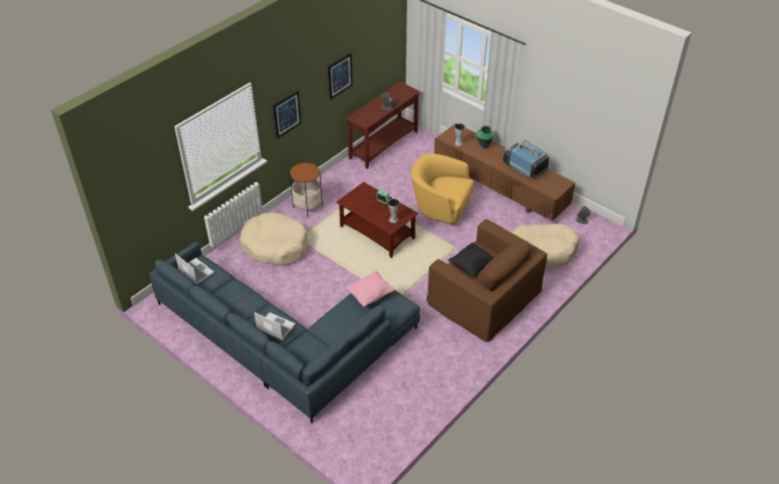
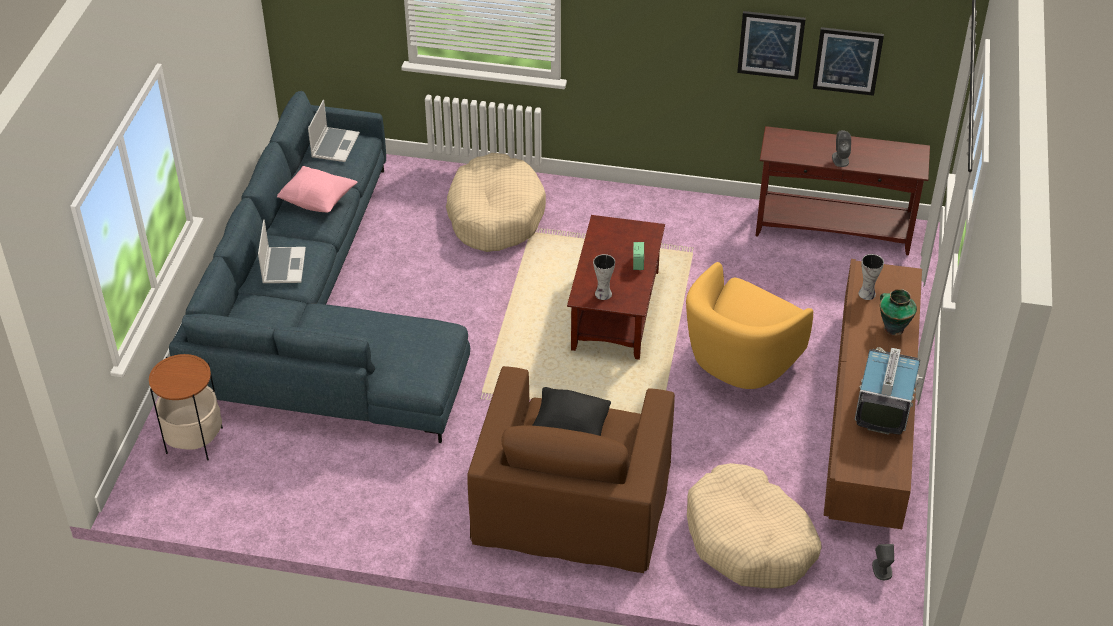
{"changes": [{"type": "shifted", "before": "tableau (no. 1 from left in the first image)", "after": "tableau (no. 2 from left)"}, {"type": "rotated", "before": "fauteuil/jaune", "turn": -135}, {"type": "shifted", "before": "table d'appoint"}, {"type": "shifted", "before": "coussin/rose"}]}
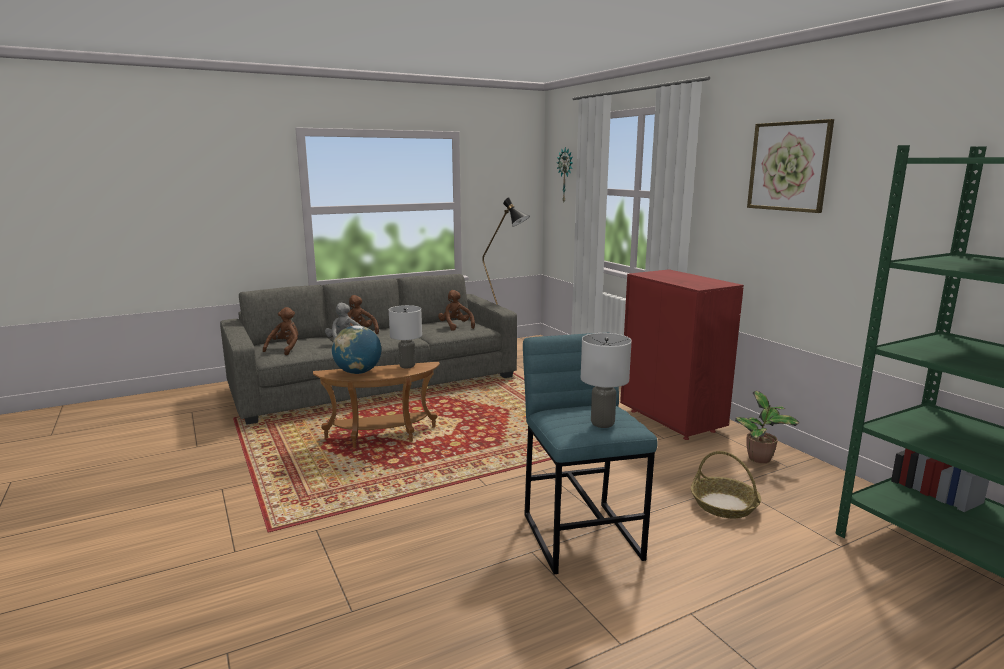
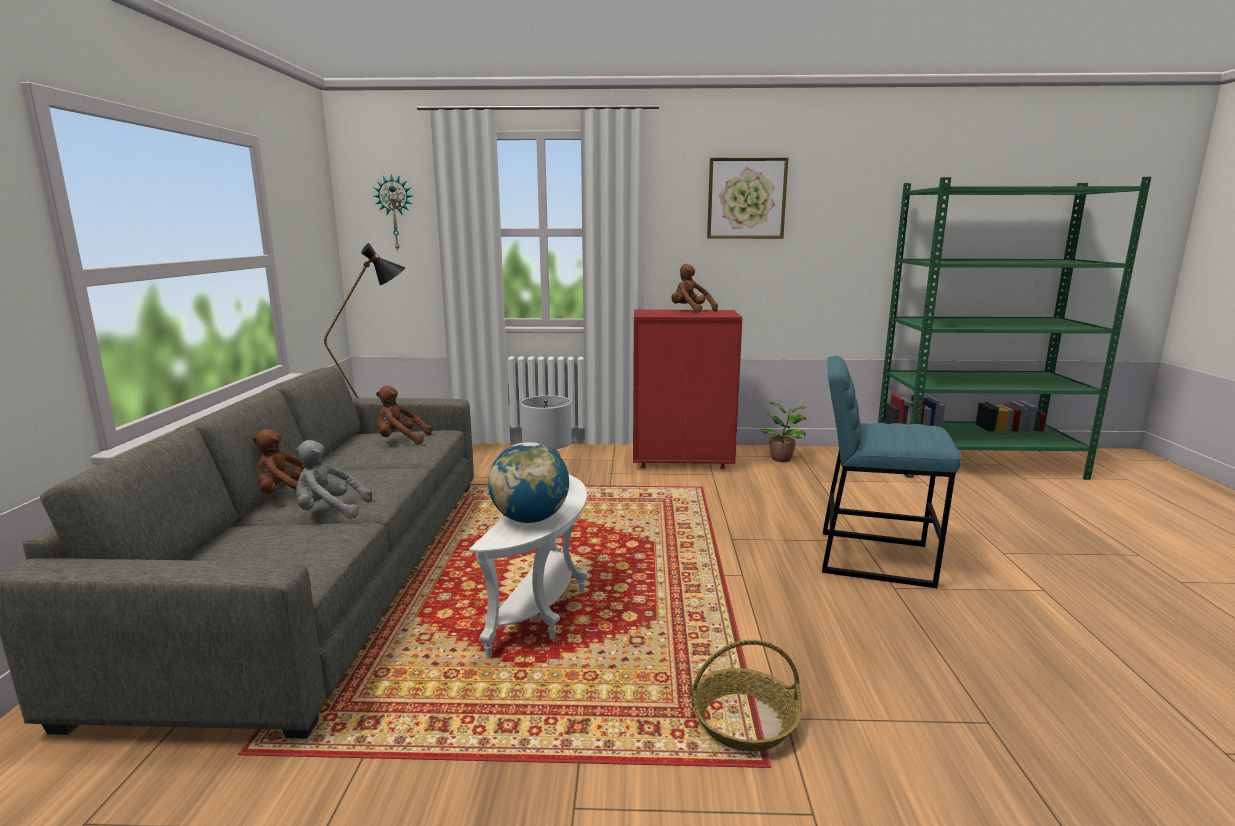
{"changes": [{"type": "shifted", "before": "peluche/marron (no. 1 from left in the first image)", "after": "peluche/marron (no. 3 from left)"}, {"type": "gone", "before": "lampe de table/blanc (no. 2 from left)"}, {"type": "repainted", "before": "table d'appoint/marron", "after": "table d'appoint/blanc"}, {"type": "shifted", "before": "panier"}]}
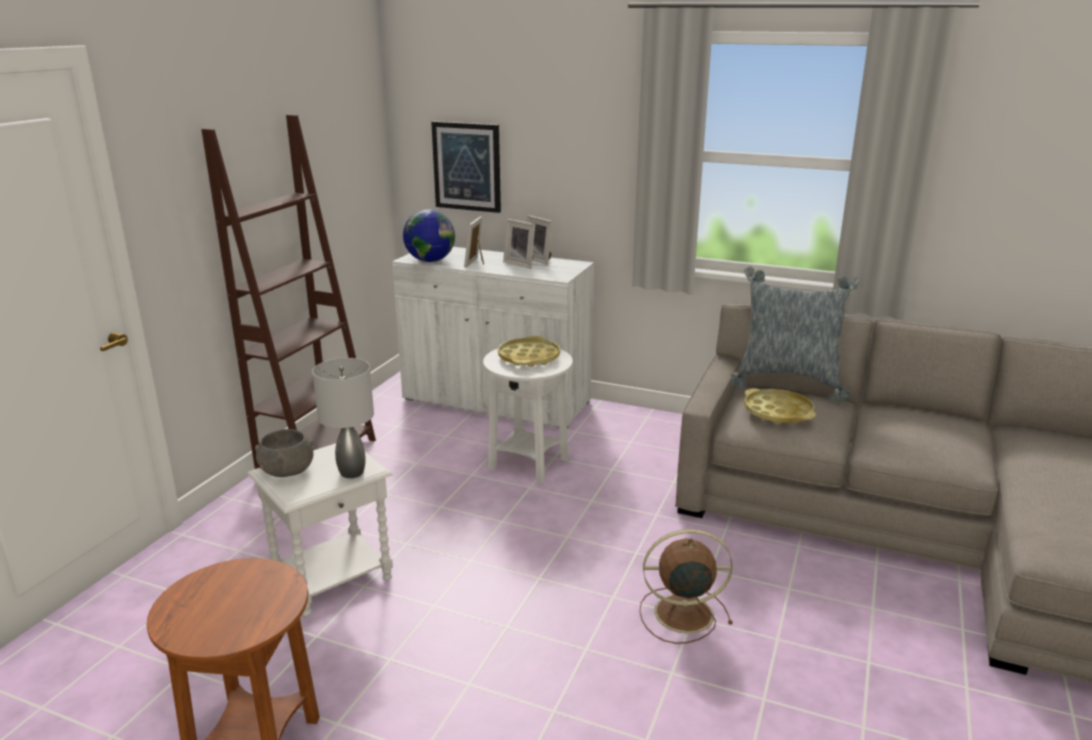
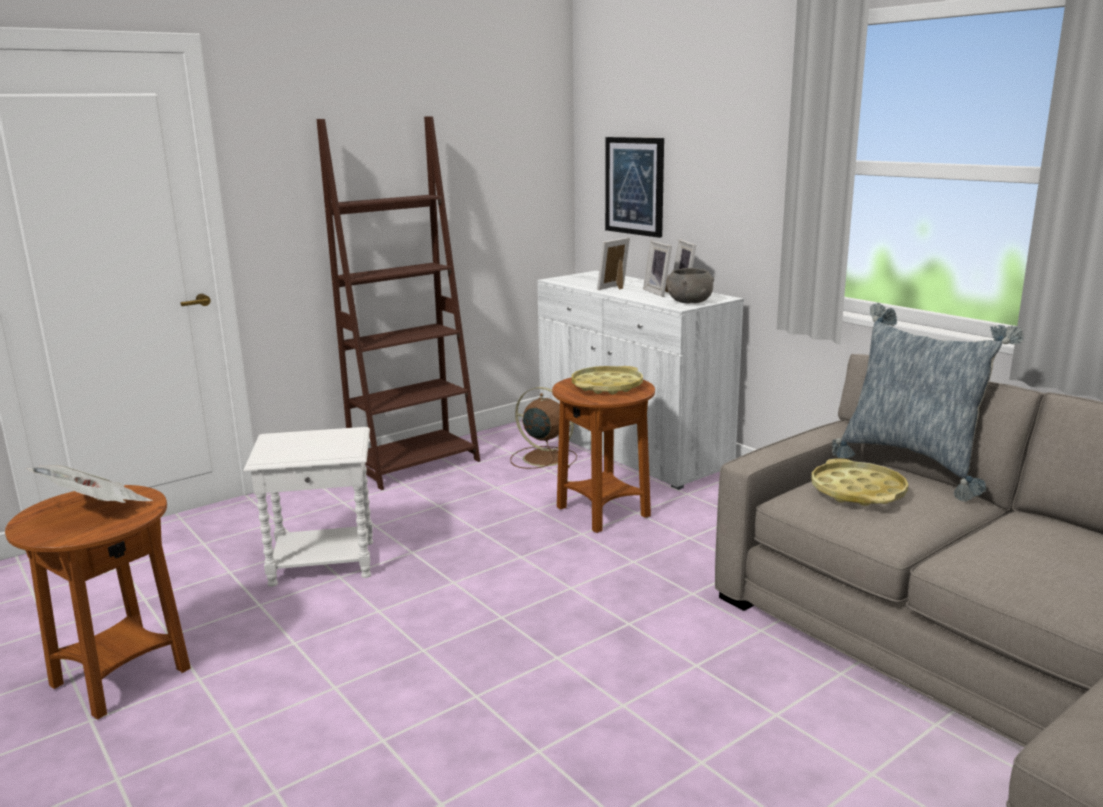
{"changes": [{"type": "gone", "before": "globe"}, {"type": "repainted", "before": "table d'appoint/blanc (no. 2 from left)", "after": "table d'appoint/marron (no. 2 from left)"}, {"type": "gone", "before": "lampe de table/gris"}, {"type": "shifted", "before": "bol/gris"}, {"type": "shifted", "before": "ventilateur/marron"}, {"type": "new", "after": "journal"}]}
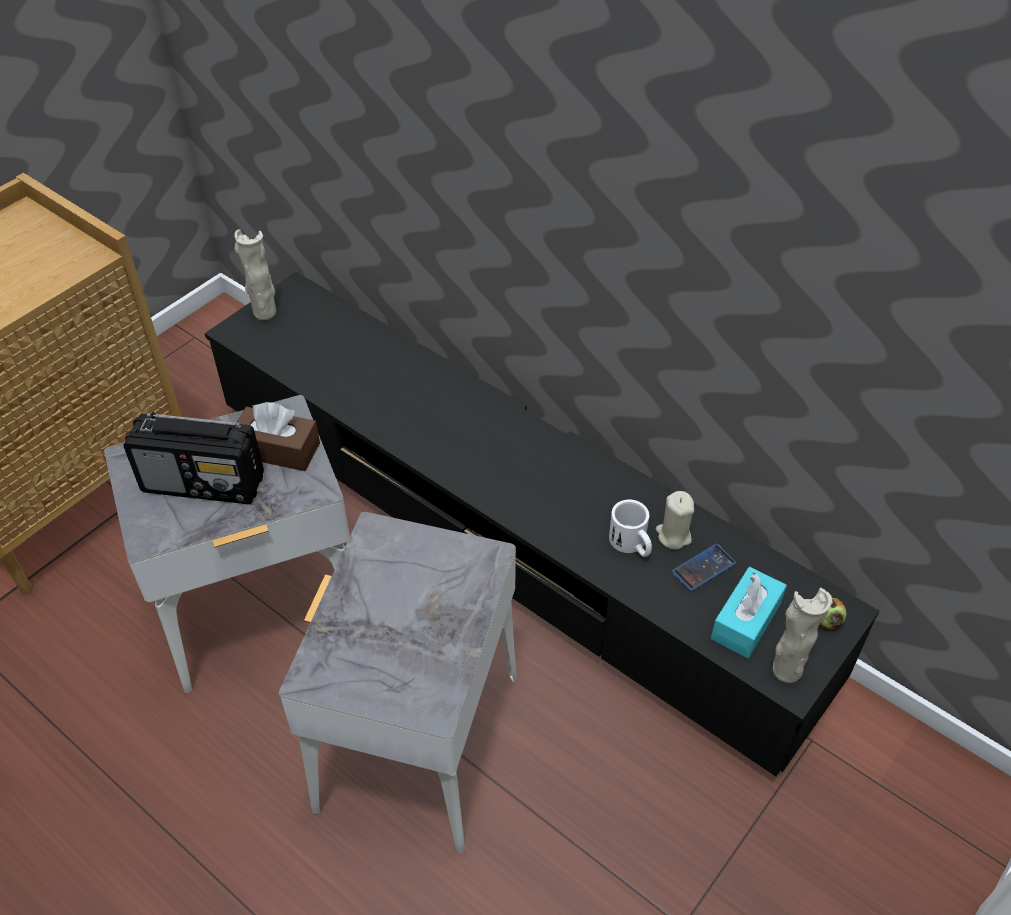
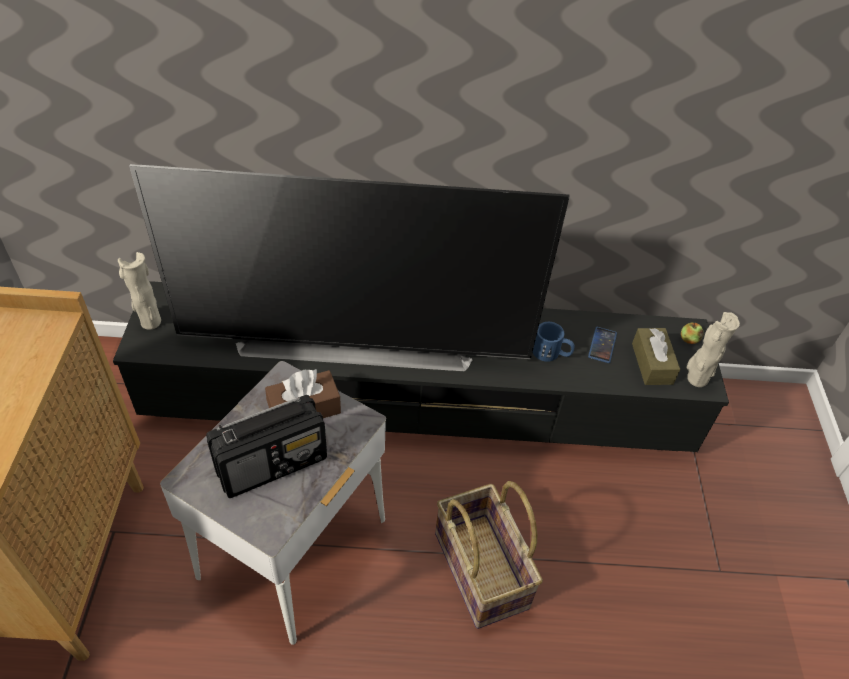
{"changes": [{"type": "gone", "before": "bougie/beige"}, {"type": "repainted", "before": "mug/blanc", "after": "mug/bleu"}, {"type": "swapped", "before": "table d'appoint (no. 2 from left)", "after": "panier"}, {"type": "repainted", "before": "boîte à mouchoirs/turquoise", "after": "boîte à mouchoirs/marron (no. 2 from left)"}, {"type": "new", "after": "téléviseur"}]}
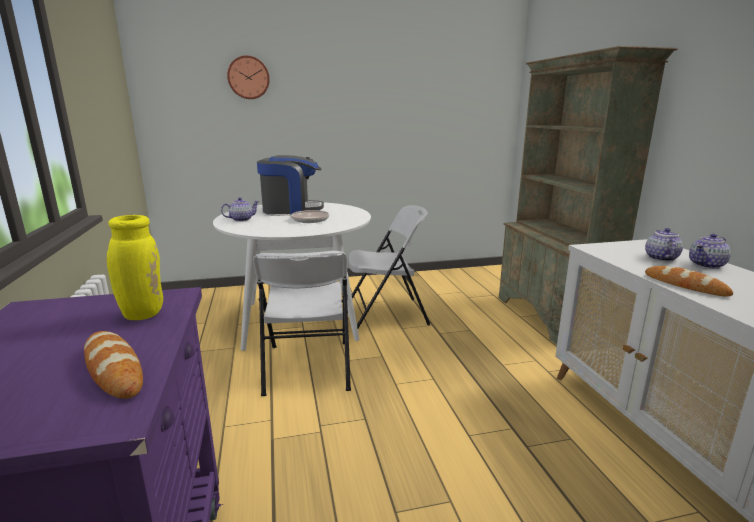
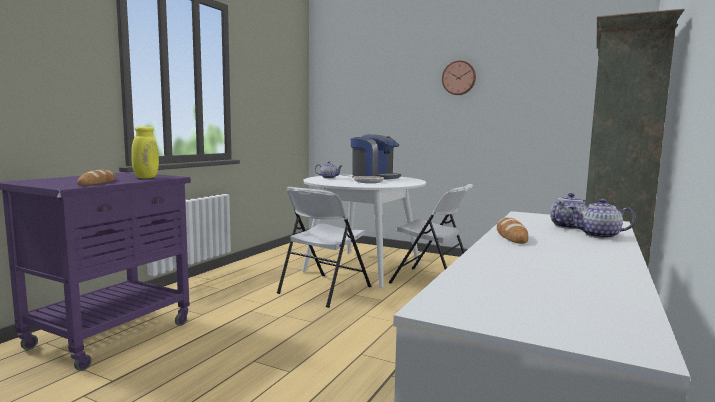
{"changes": [{"type": "shifted", "before": "horloge murale"}]}
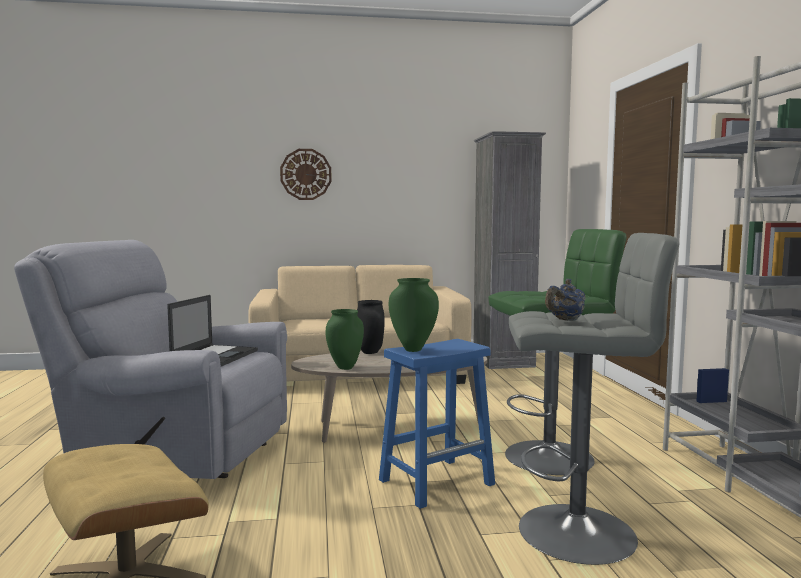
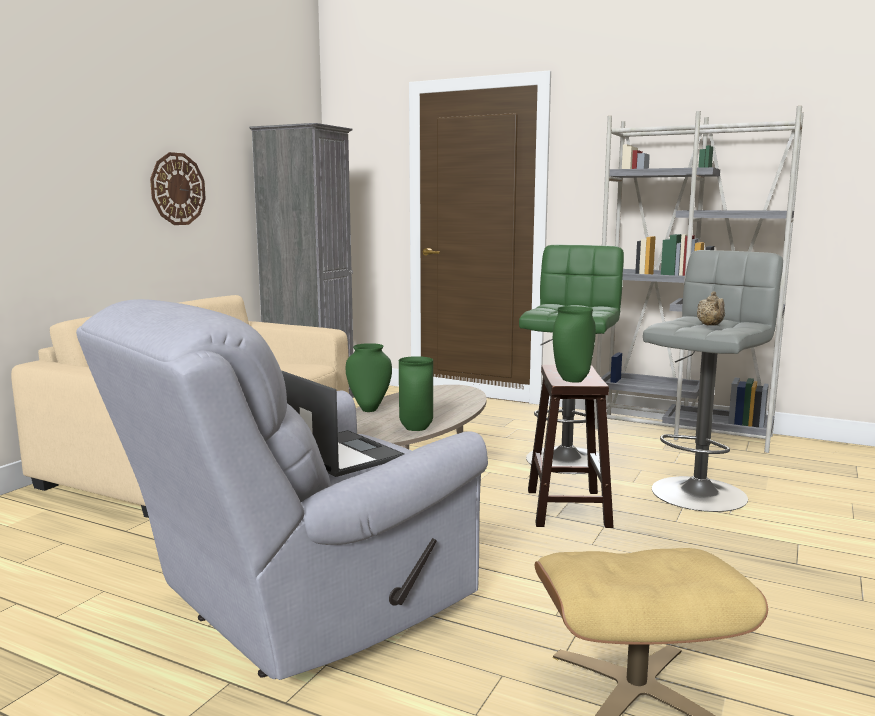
{"changes": [{"type": "shifted", "before": "horloge murale"}, {"type": "repainted", "before": "théière/bleu", "after": "théière/beige"}, {"type": "repainted", "before": "vase/noir", "after": "vase/vert (no. 1 from left)"}, {"type": "repainted", "before": "tabouret/bleu", "after": "tabouret/marron"}]}
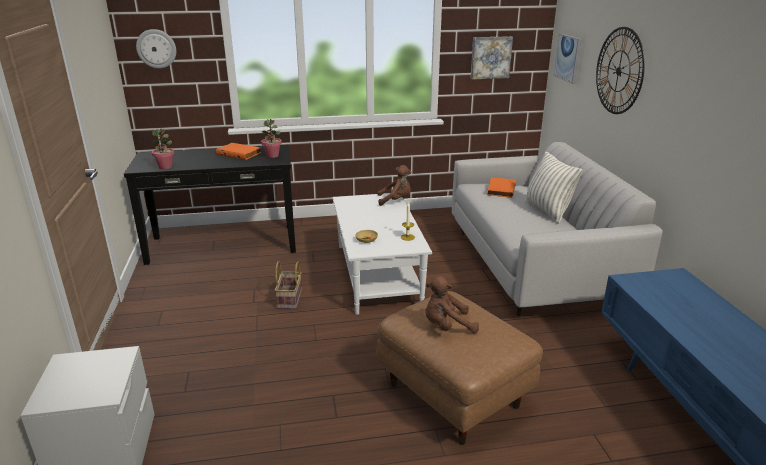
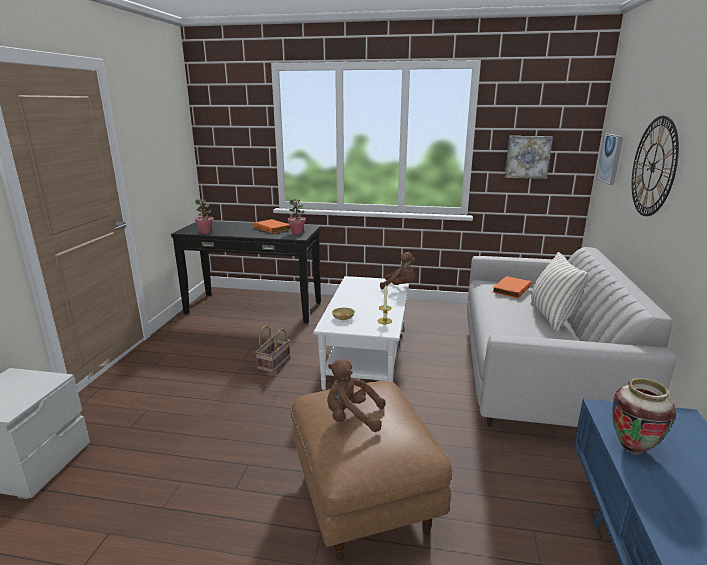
{"changes": [{"type": "gone", "before": "horloge murale (no. 1 from left)"}, {"type": "new", "after": "vase"}]}
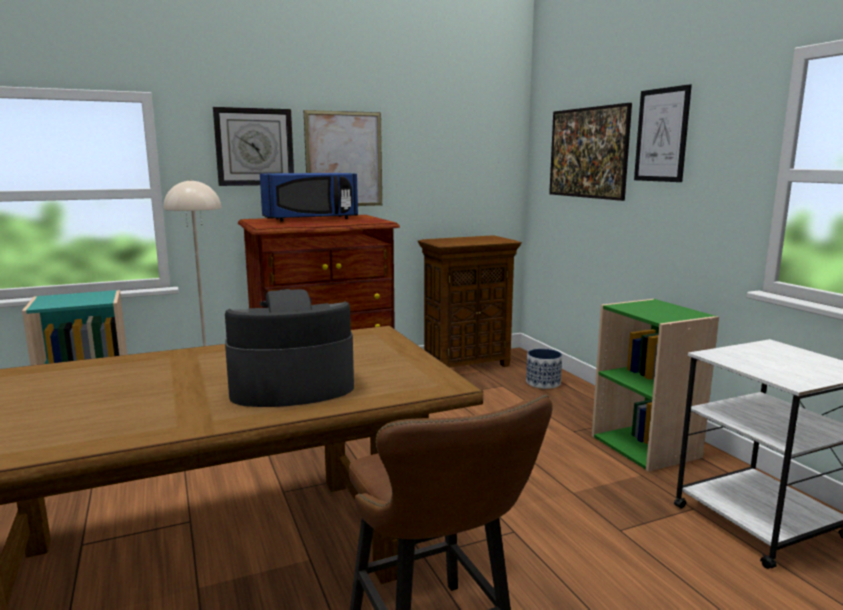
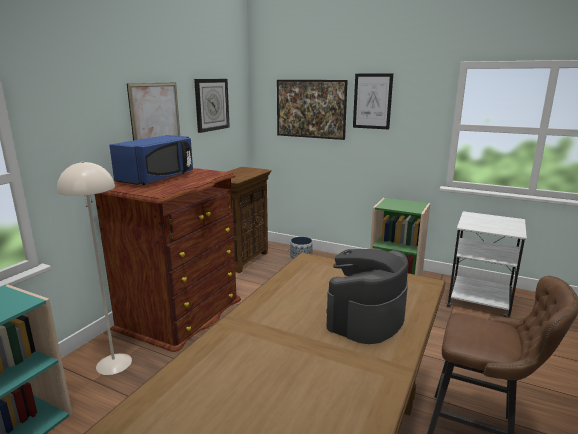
{"changes": [{"type": "shifted", "before": "horloge murale"}]}
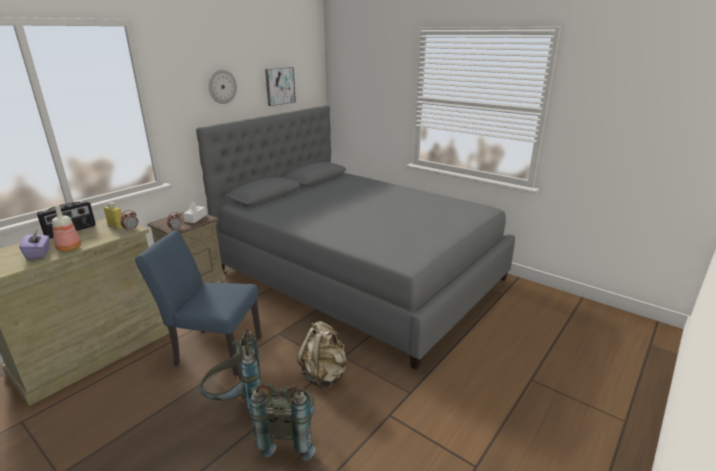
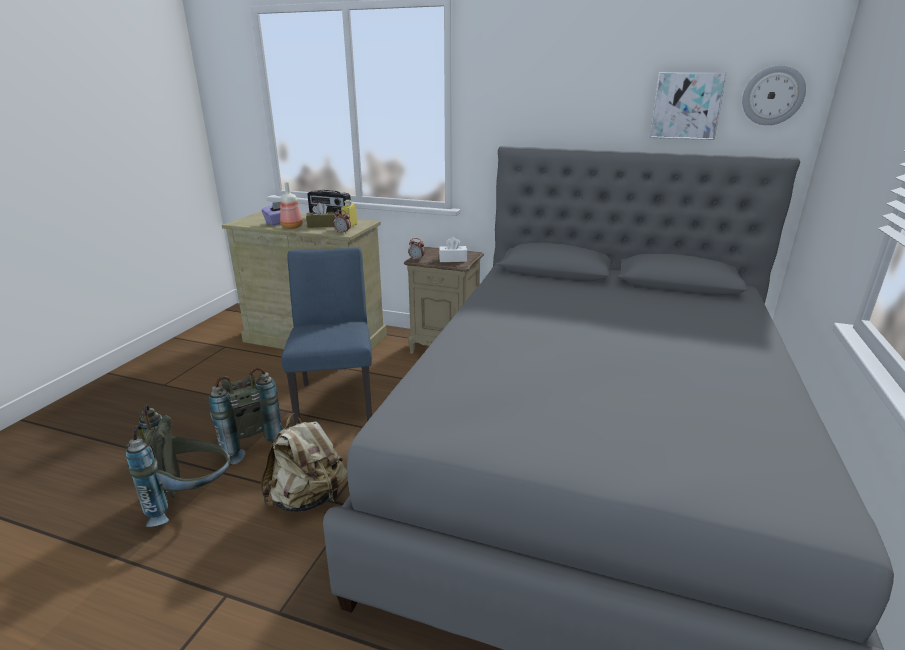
{"changes": [{"type": "shifted", "before": "horloge murale"}, {"type": "new", "after": "boîte à mouchoirs/marron"}]}
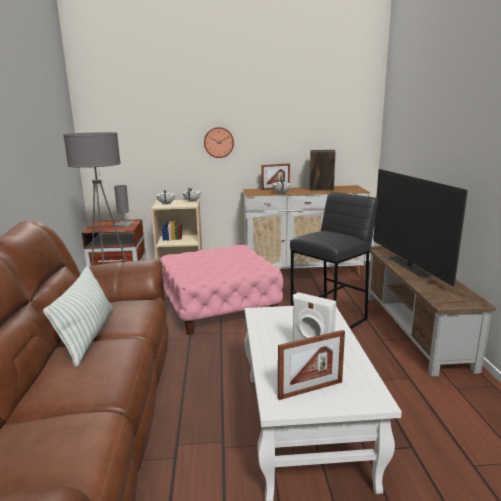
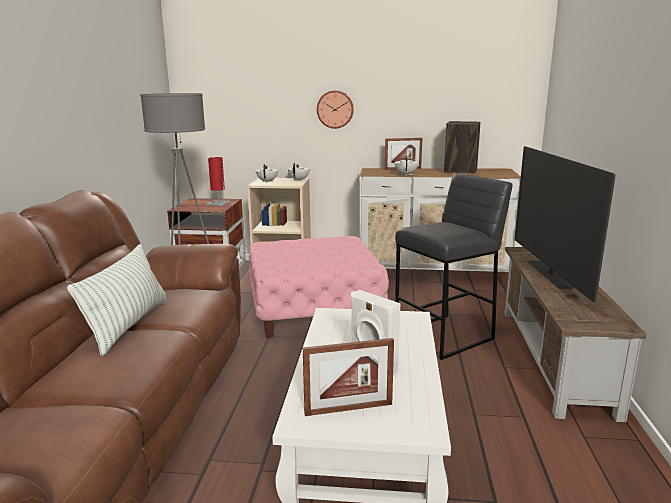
{"changes": [{"type": "repainted", "before": "lampe de table/gris", "after": "lampe de table/rouge"}]}
